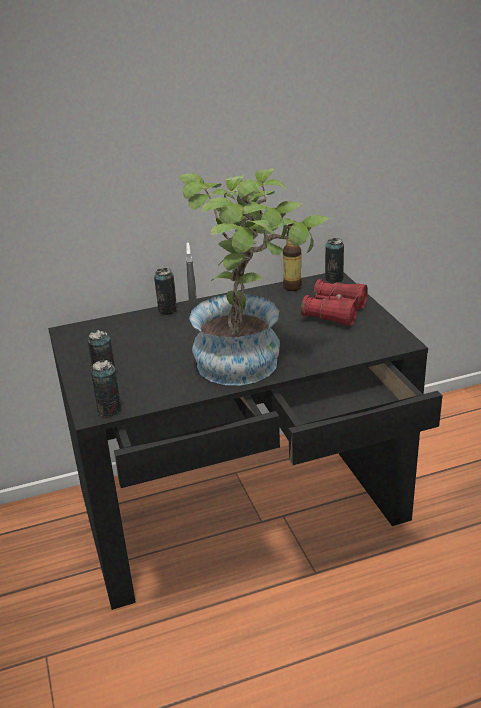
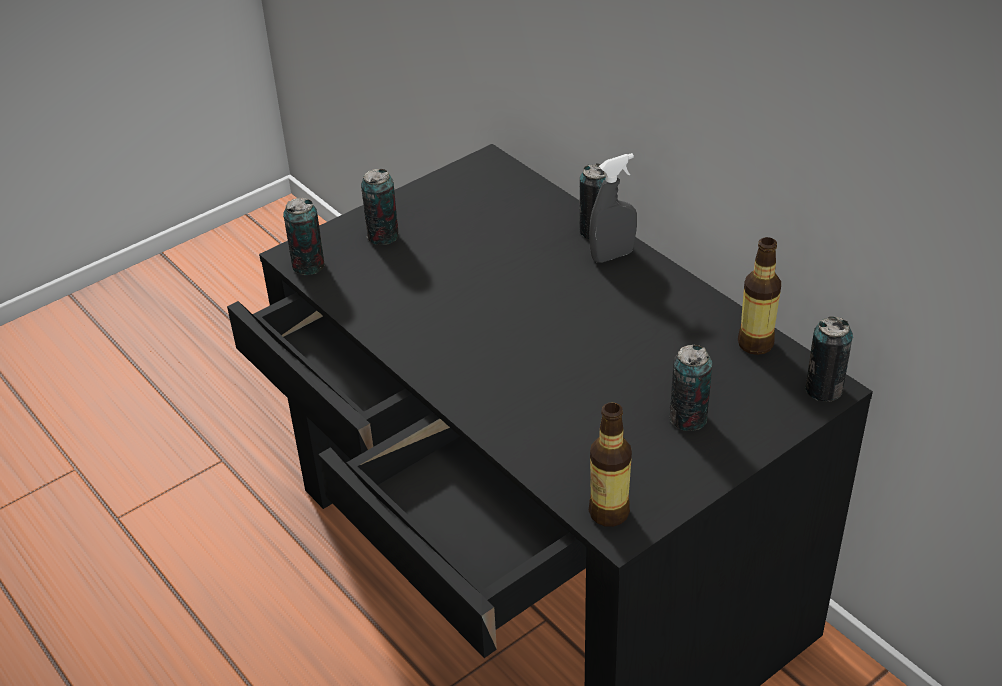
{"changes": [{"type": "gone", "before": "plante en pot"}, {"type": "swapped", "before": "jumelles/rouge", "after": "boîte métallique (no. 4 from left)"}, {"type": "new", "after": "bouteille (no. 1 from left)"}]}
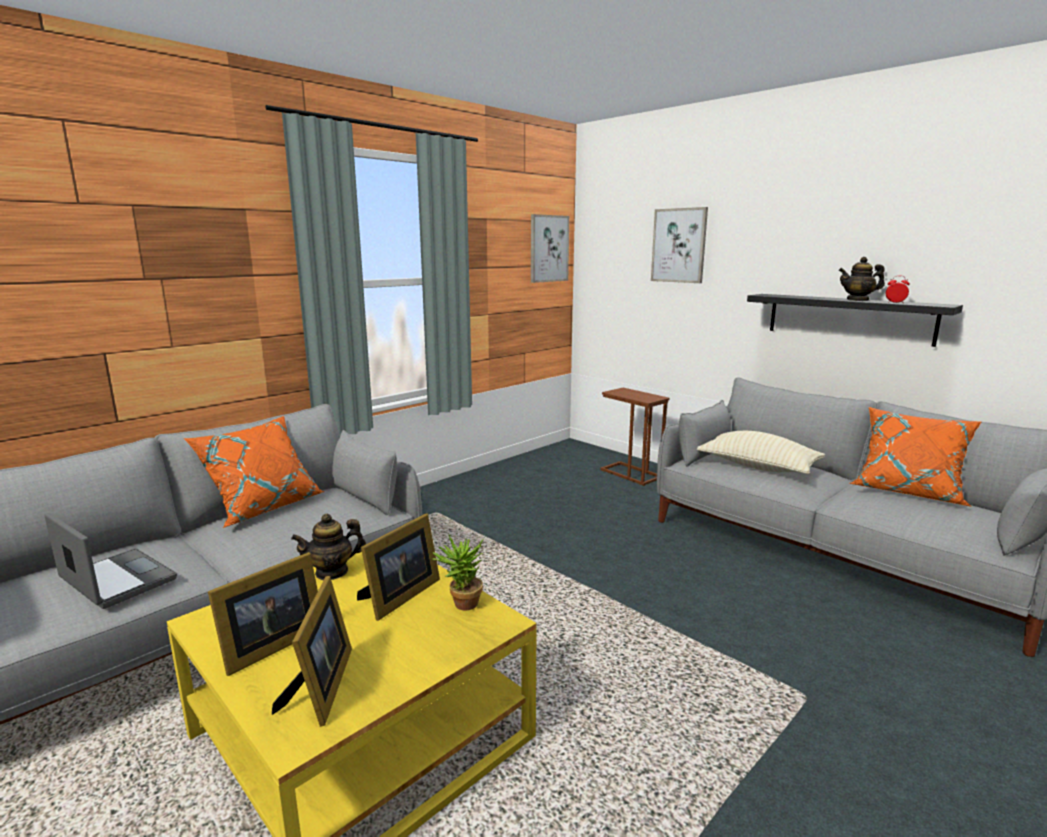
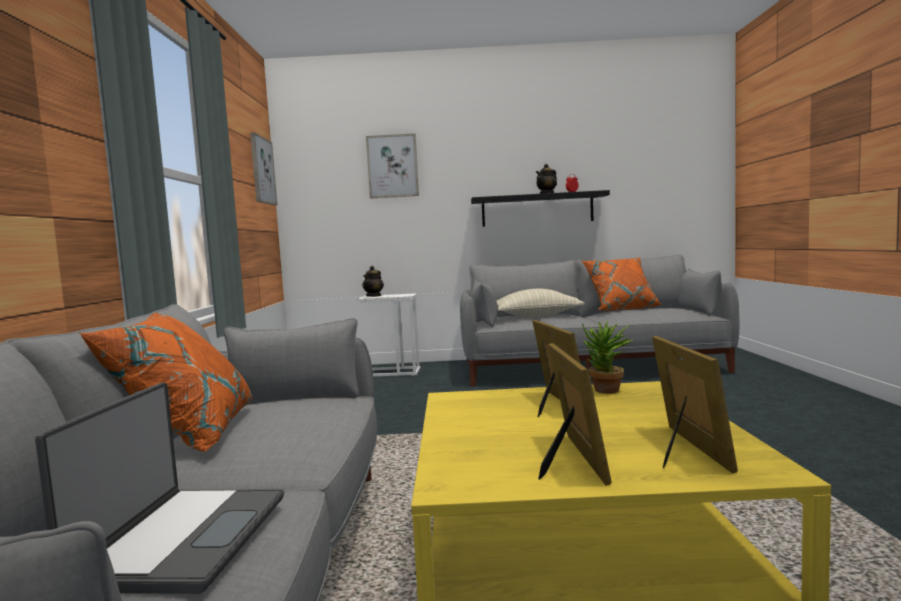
{"changes": [{"type": "repainted", "before": "table d'appoint/marron", "after": "table d'appoint/blanc"}, {"type": "rotated", "before": "ordinateur portable", "turn": 105}, {"type": "shifted", "before": "théière (no. 1 from left)"}, {"type": "rotated", "before": "cadre photo (no. 2 from left in the first image)", "turn": 45}]}
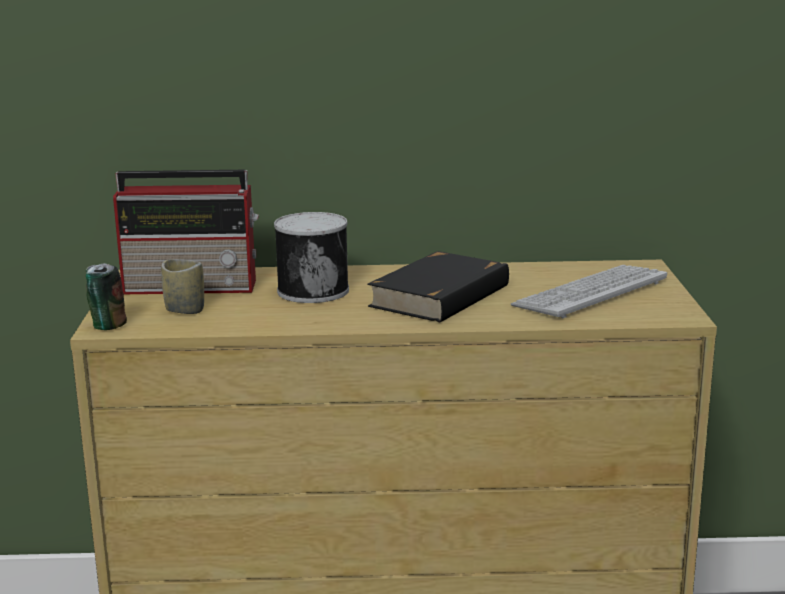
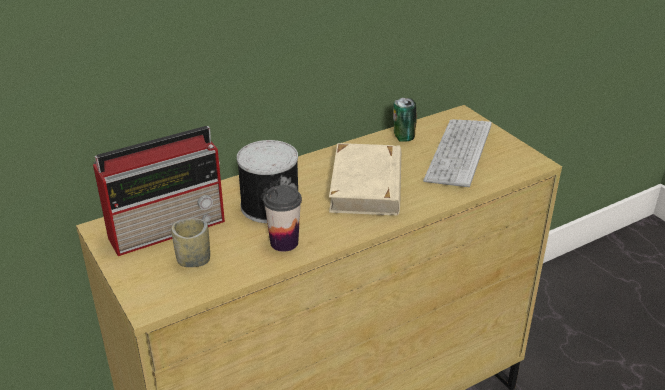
{"changes": [{"type": "repainted", "before": "livre/noir", "after": "livre/beige"}, {"type": "shifted", "before": "boîte métallique (no. 1 from left in the first image)", "after": "boîte métallique (no. 2 from left)"}, {"type": "new", "after": "tasse (no. 2 from left)"}]}
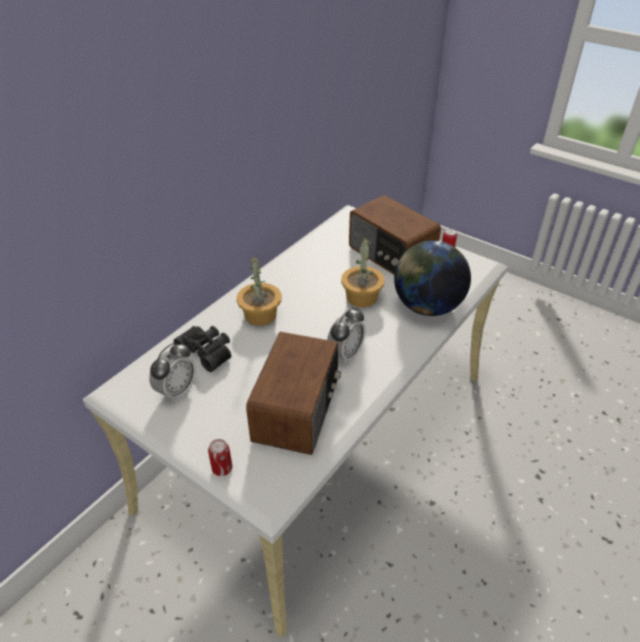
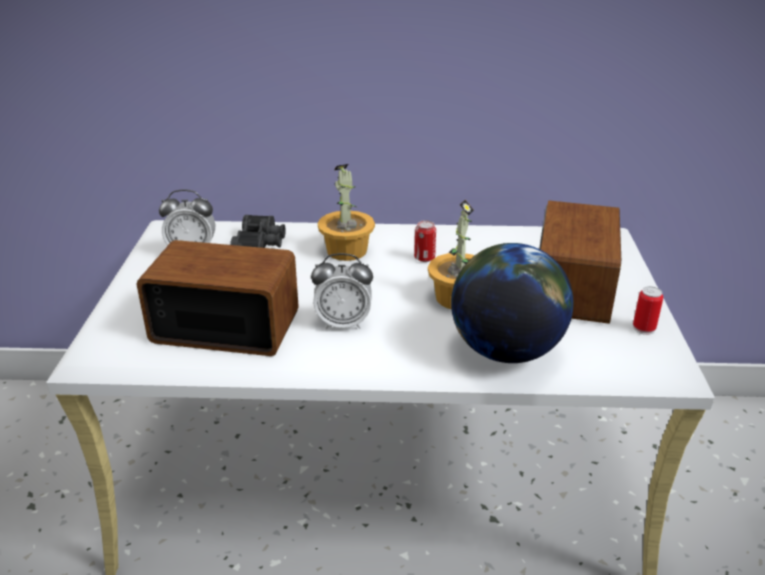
{"changes": [{"type": "rotated", "before": "radio (no. 1 from left)", "turn": -150}, {"type": "shifted", "before": "boîte métallique (no. 1 from left)"}]}
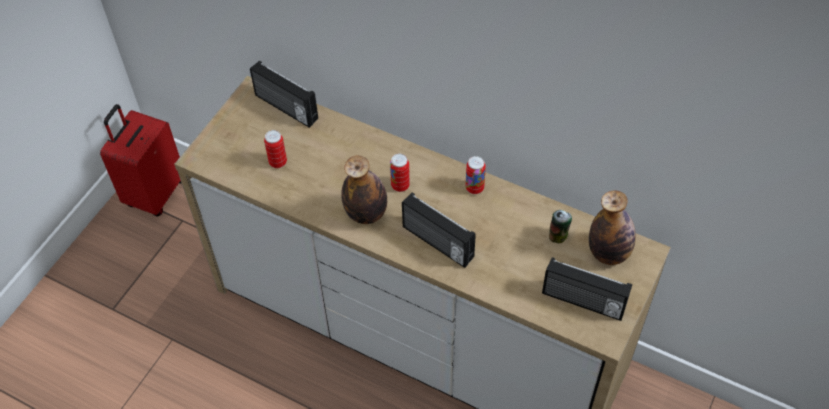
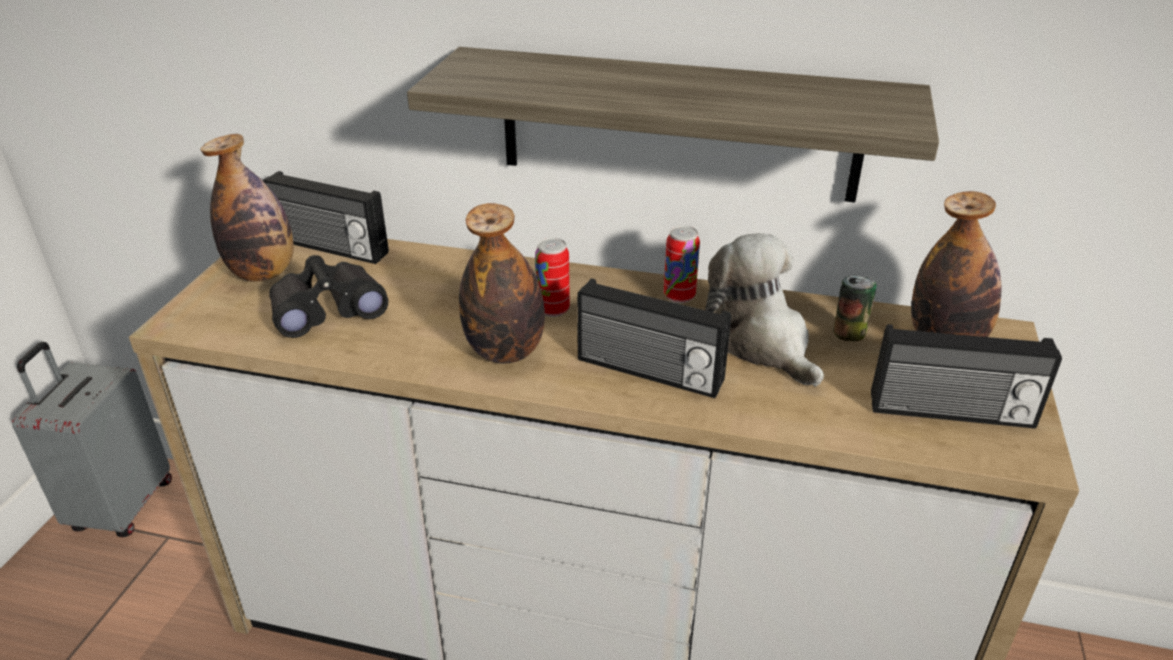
{"changes": [{"type": "repainted", "before": "valise/rouge", "after": "valise/gris"}, {"type": "swapped", "before": "boîte métallique (no. 1 from left)", "after": "jumelles/noir"}, {"type": "new", "after": "étagère"}, {"type": "new", "after": "bouteille (no. 1 from left)"}, {"type": "new", "after": "peluche"}]}
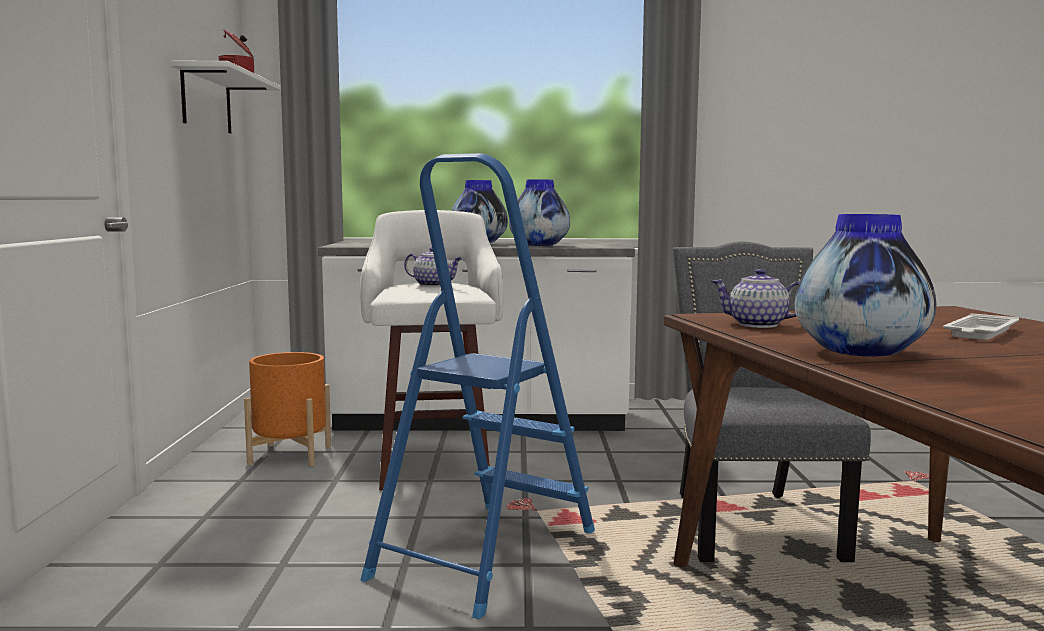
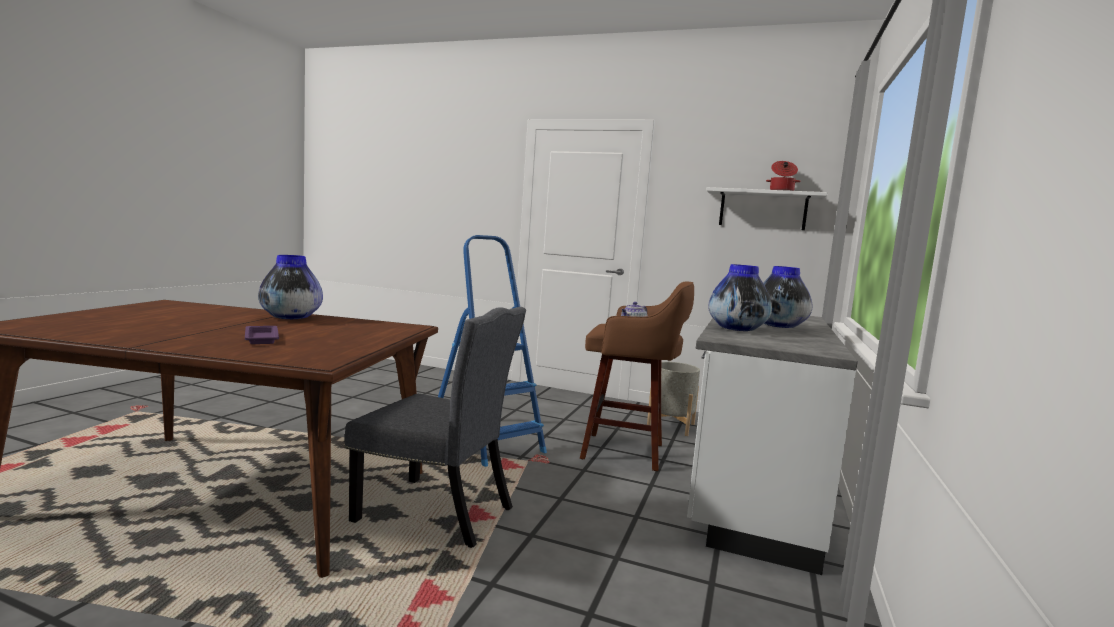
{"changes": [{"type": "repainted", "before": "tabouret/blanc", "after": "tabouret/marron"}, {"type": "gone", "before": "théière (no. 2 from left)"}, {"type": "repainted", "before": "plateau/blanc", "after": "plateau/violet"}, {"type": "repainted", "before": "cache-pot/orange", "after": "cache-pot/gris"}]}
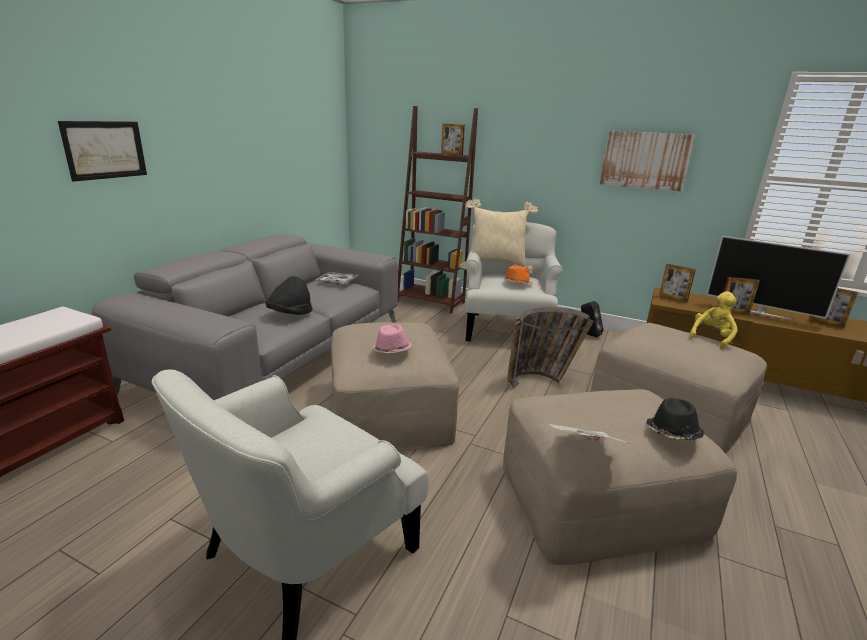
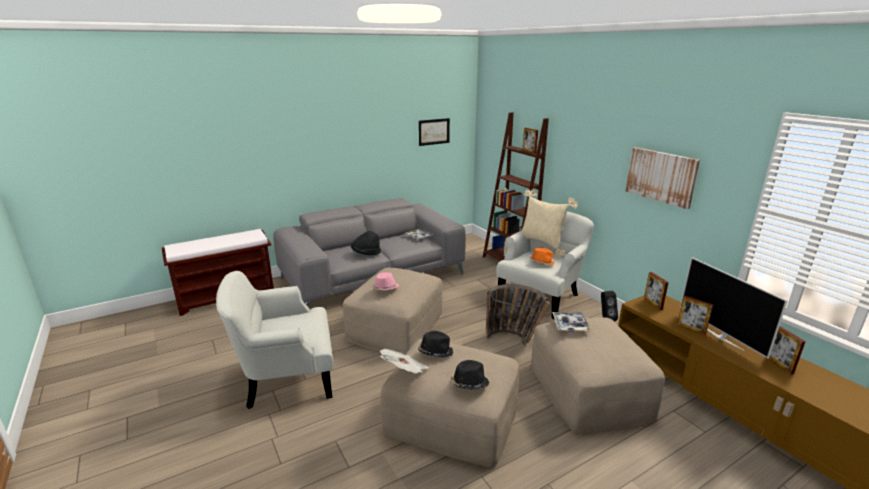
{"changes": [{"type": "shifted", "before": "tableau (no. 1 from left)"}, {"type": "gone", "before": "peluche/jaune"}, {"type": "new", "after": "plateau (no. 2 from left)"}, {"type": "new", "after": "chapeau/noir (no. 2 from left)"}]}
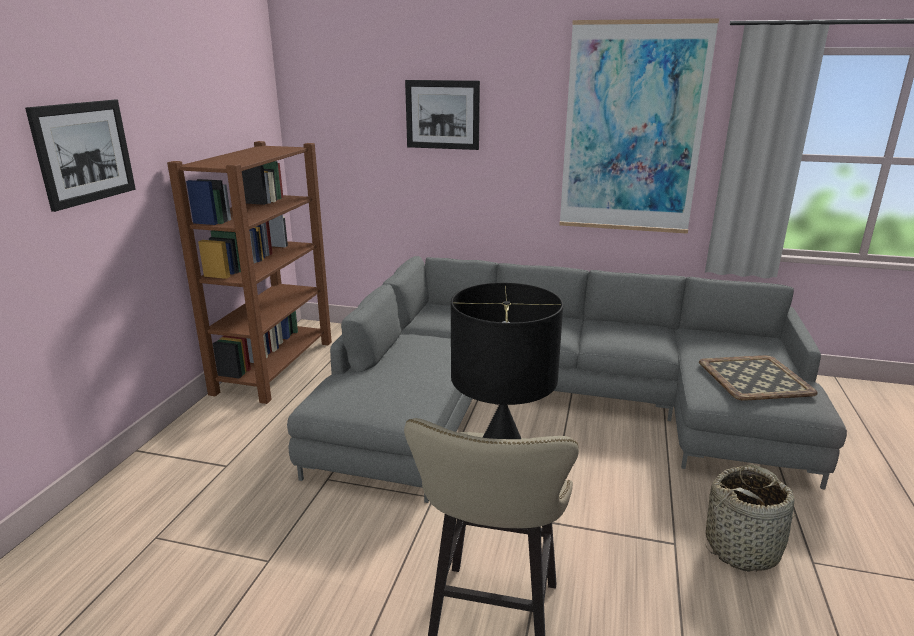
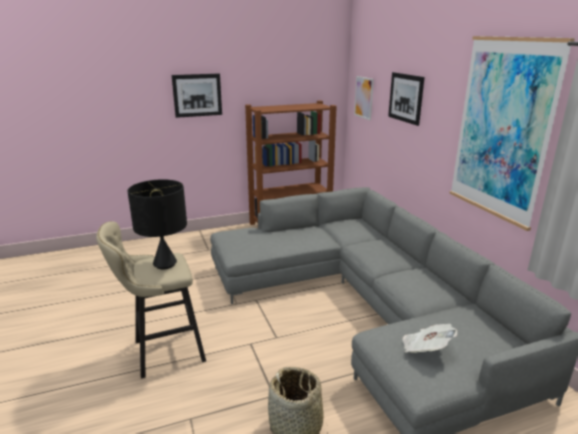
{"changes": [{"type": "swapped", "before": "plateau", "after": "journal"}, {"type": "new", "after": "tableau (no. 2 from left)"}]}
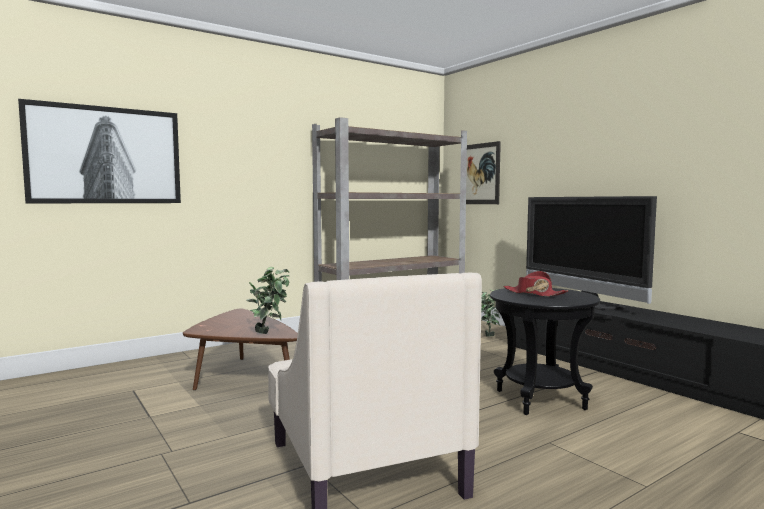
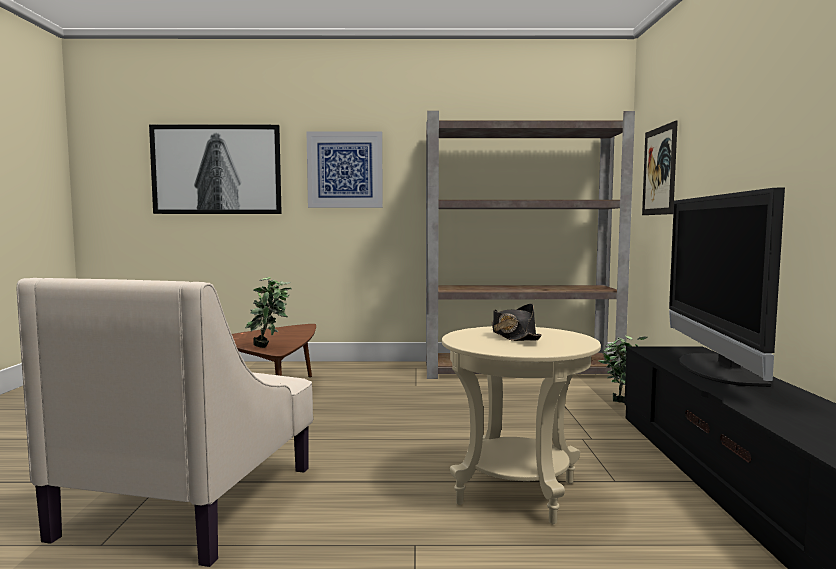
{"changes": [{"type": "repainted", "before": "chapeau/rouge", "after": "chapeau/noir"}, {"type": "repainted", "before": "table d'appoint/noir", "after": "table d'appoint/beige"}, {"type": "new", "after": "tableau (no. 2 from left)"}]}
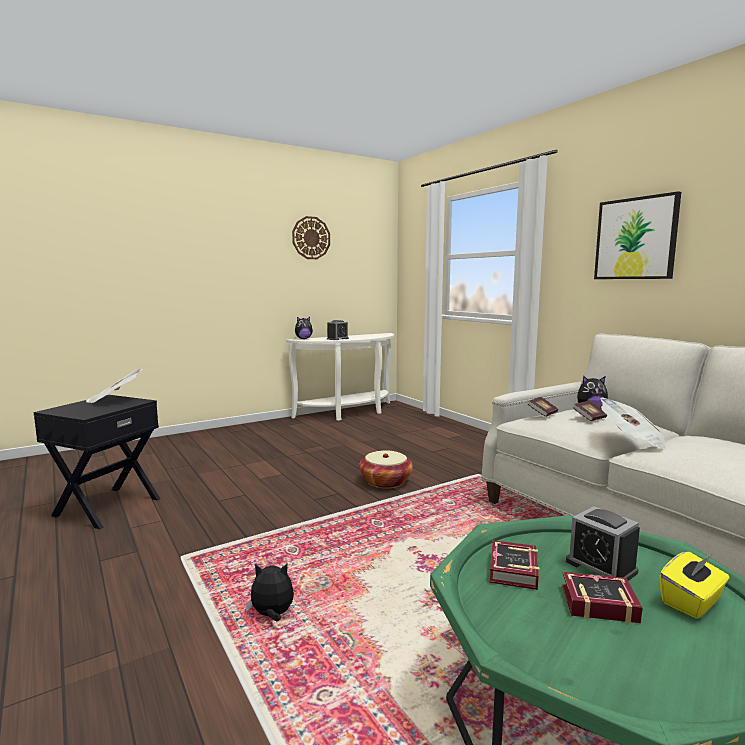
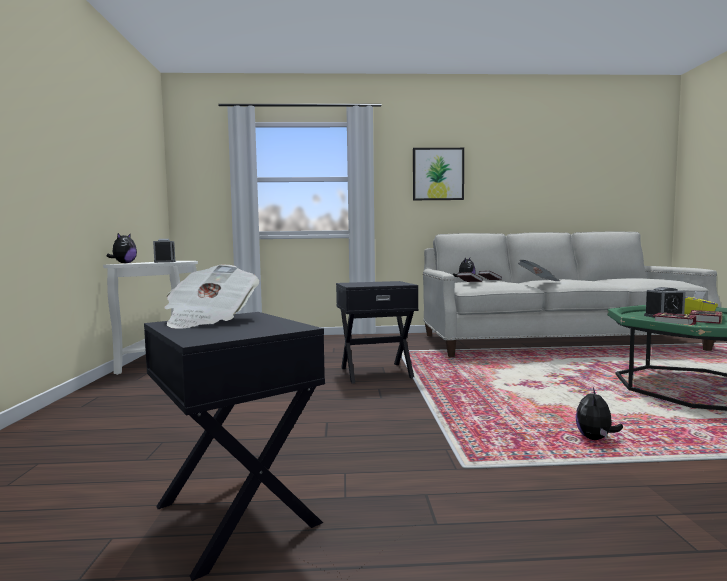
{"changes": [{"type": "gone", "before": "horloge murale"}, {"type": "swapped", "before": "panier", "after": "table d'appoint/noir (no. 2 from left)"}]}
